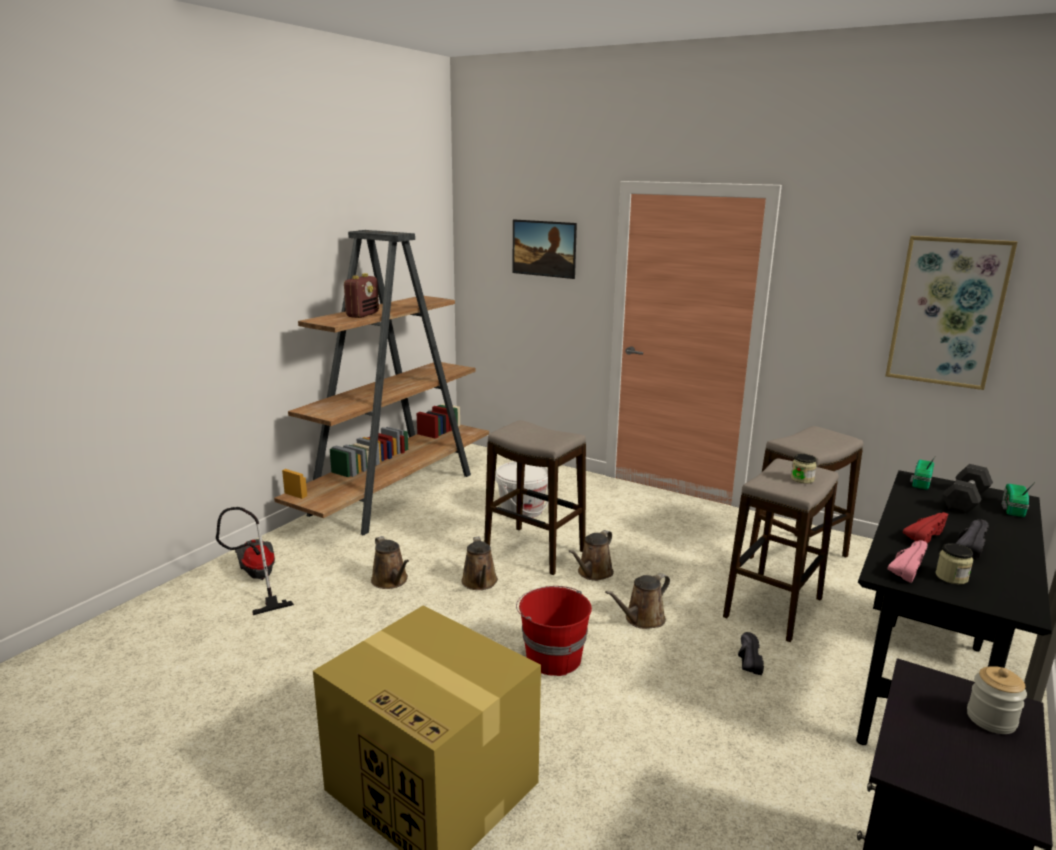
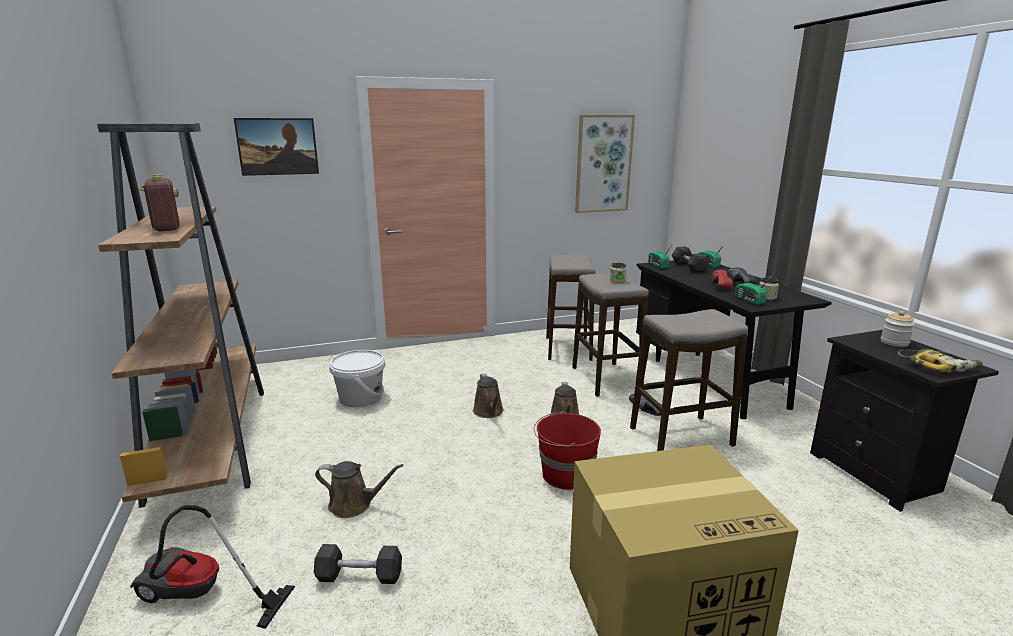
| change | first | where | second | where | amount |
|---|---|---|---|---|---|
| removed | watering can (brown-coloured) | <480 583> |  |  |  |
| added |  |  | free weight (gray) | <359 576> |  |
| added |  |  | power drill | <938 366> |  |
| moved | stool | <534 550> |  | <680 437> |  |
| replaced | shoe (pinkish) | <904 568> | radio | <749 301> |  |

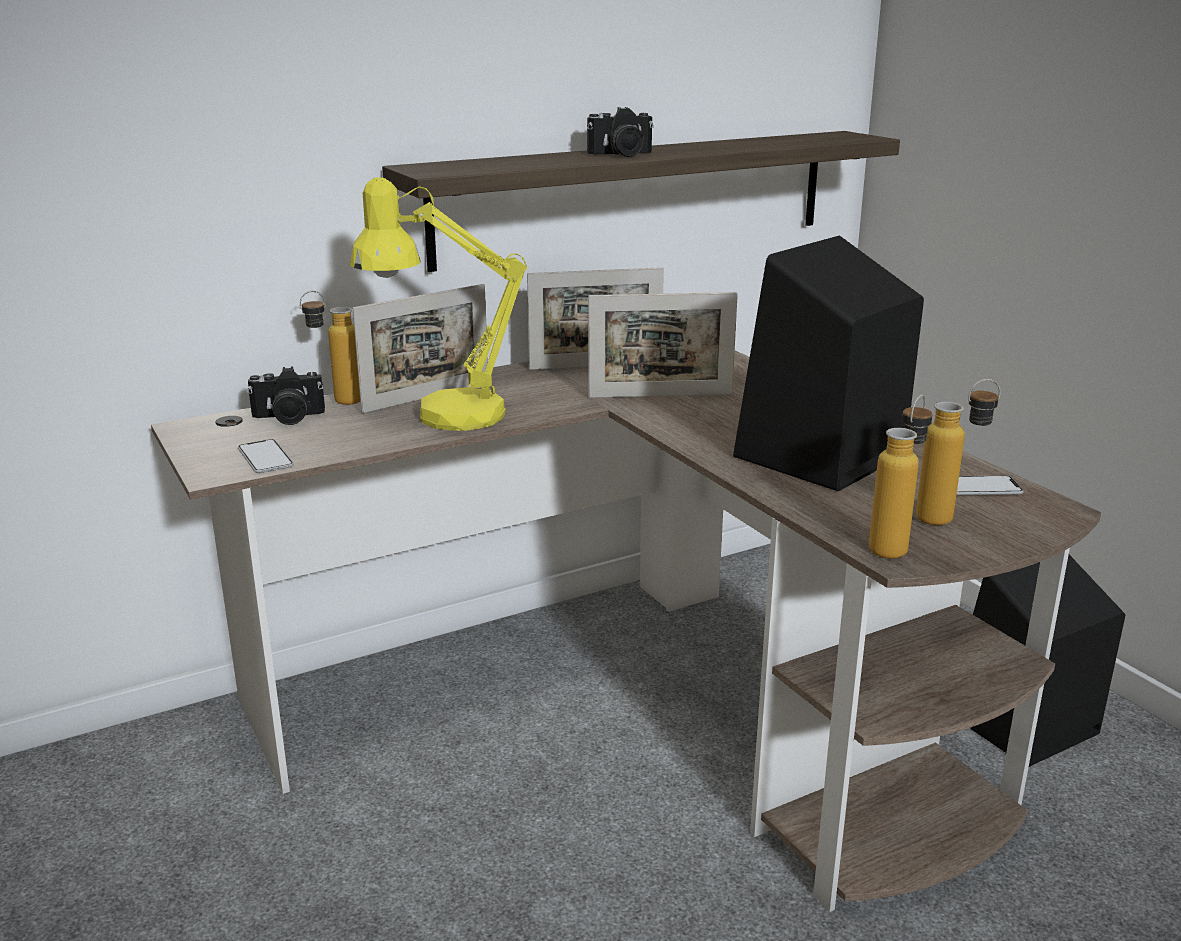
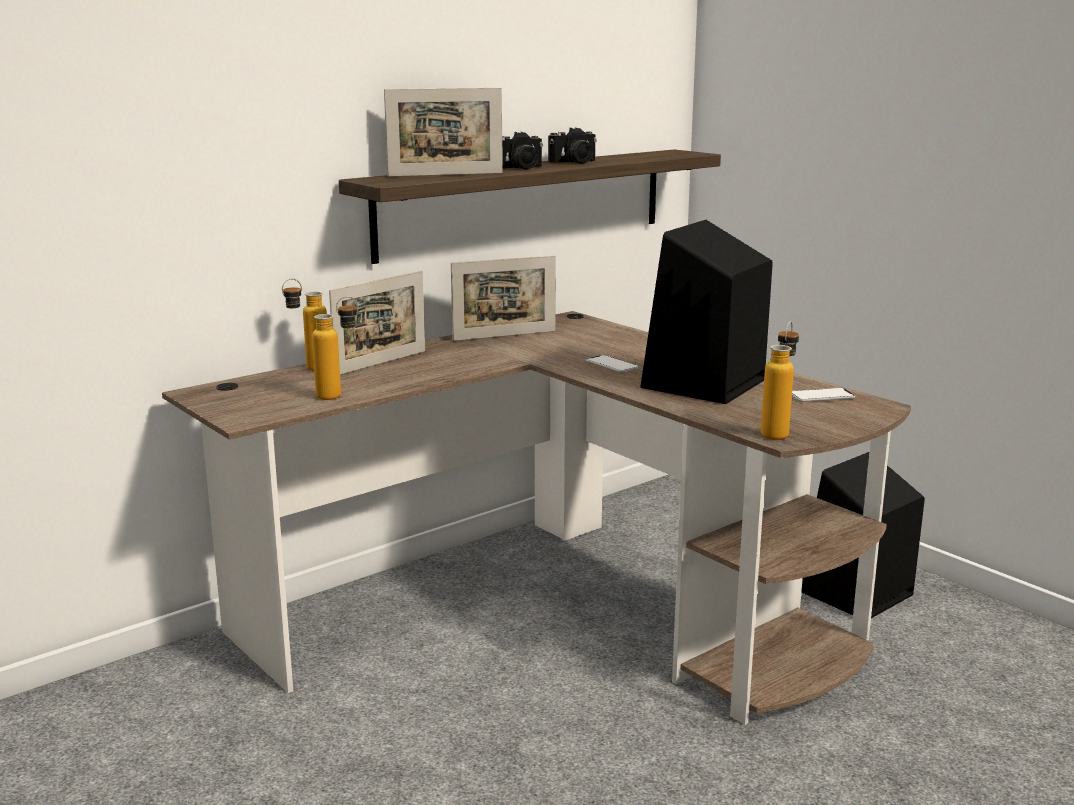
| change | first | where | second | where | amount |
|---|---|---|---|---|---|
| removed | table lamp (yellow) | <442 417> |  |  |  |
| moved | phone | <265 458> |  | <612 365> |  |
| moved | photo camera | <288 418> |  | <575 162> |  |
| moved | standing frame | <660 395> |  | <445 174> |  |
| moved | bottle | <948 518> |  | <339 396> |  |

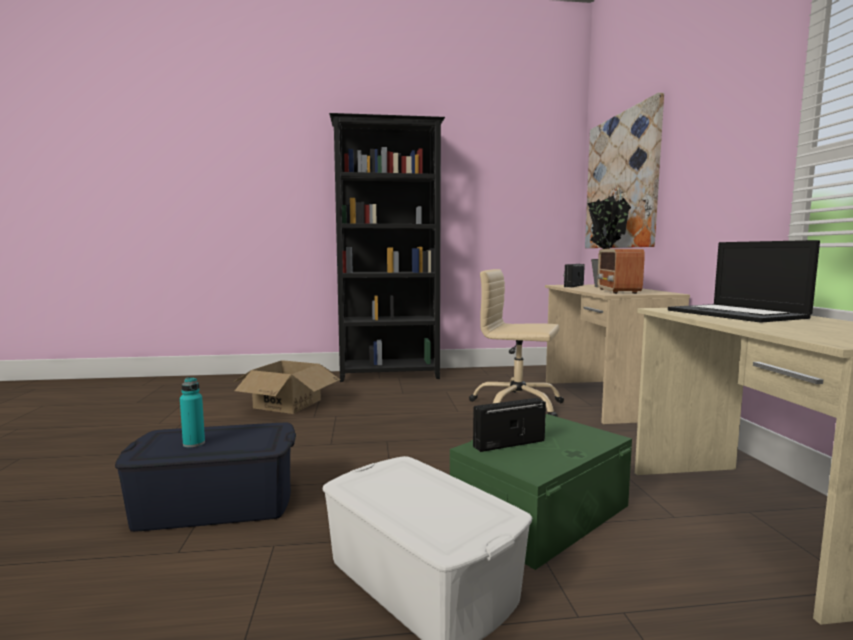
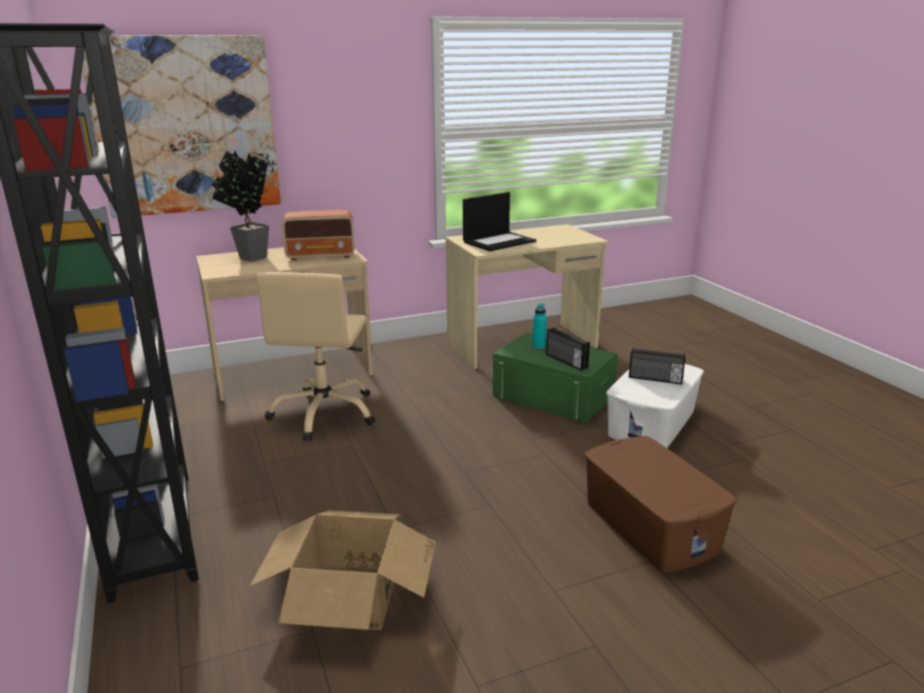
| change | first | where | second | where | amount |
|---|---|---|---|---|---|
| moved | bottle (turquoise) | <194 443> |  | <538 347> |  |
| moved | radio | <573 286> |  | <655 379> |  |
| recoloured | storage bin (bluish) | <216 505> | storage bin (brown-coloured) | <651 525> |  |

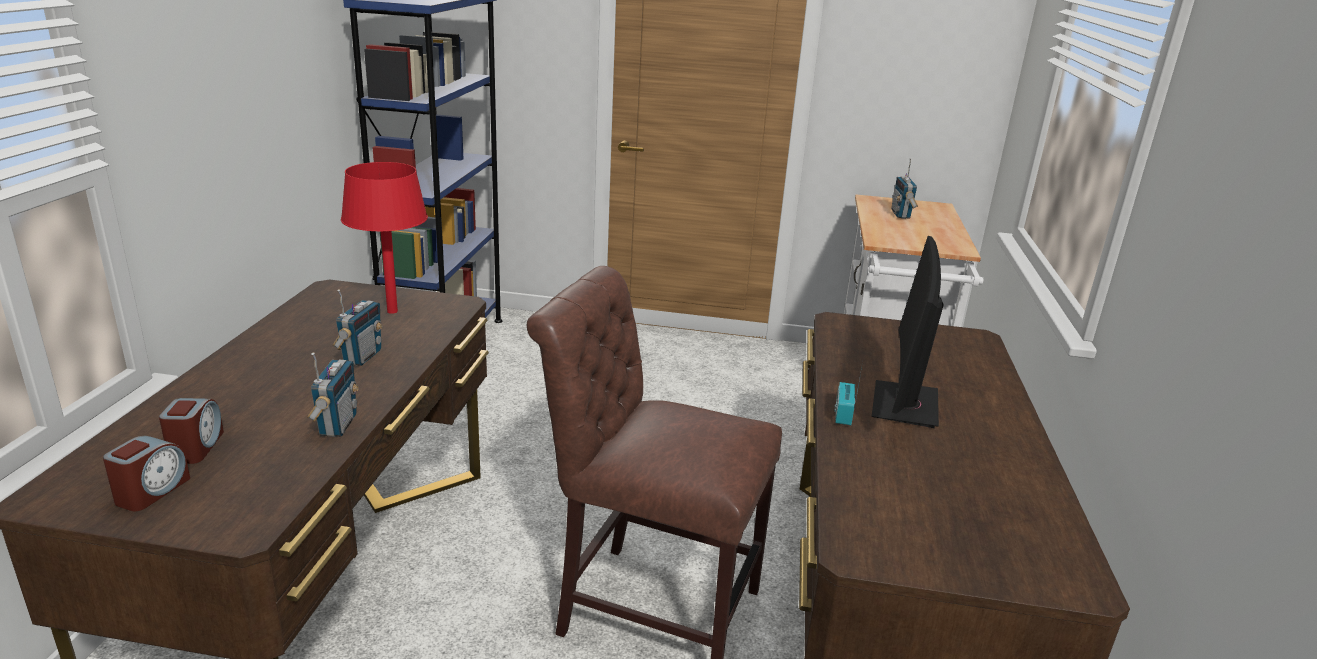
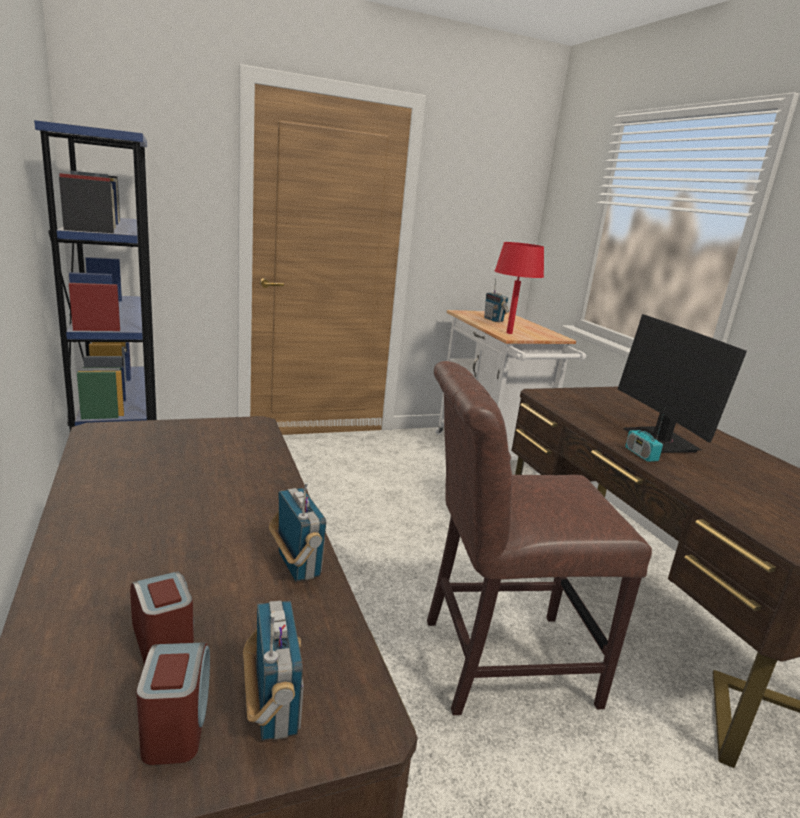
| change | first | where | second | where | amount |
|---|---|---|---|---|---|
| moved | radio | <362 357> |  | <273 709> |  |
| moved | table lamp (red-coloured) | <392 311> |  | <509 333> |  |

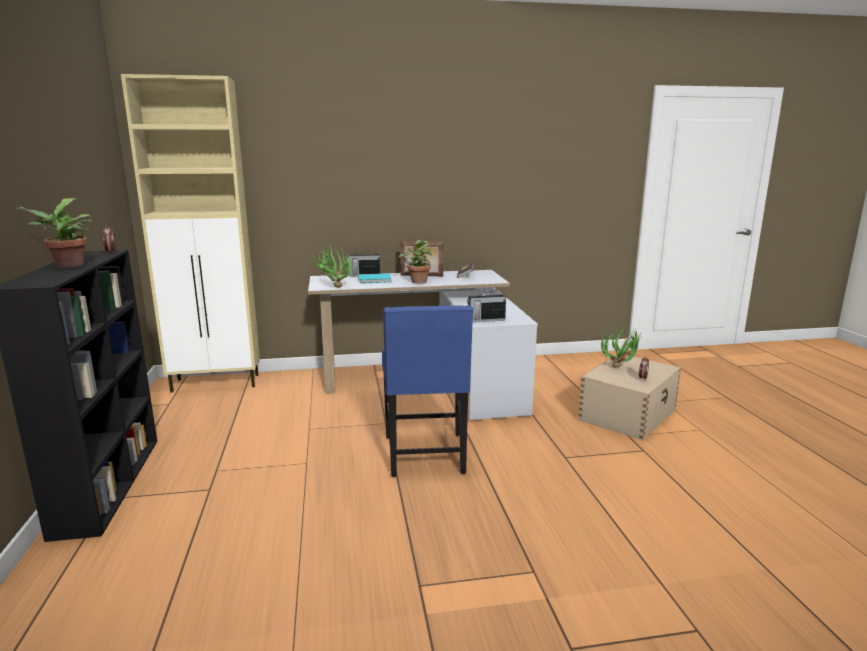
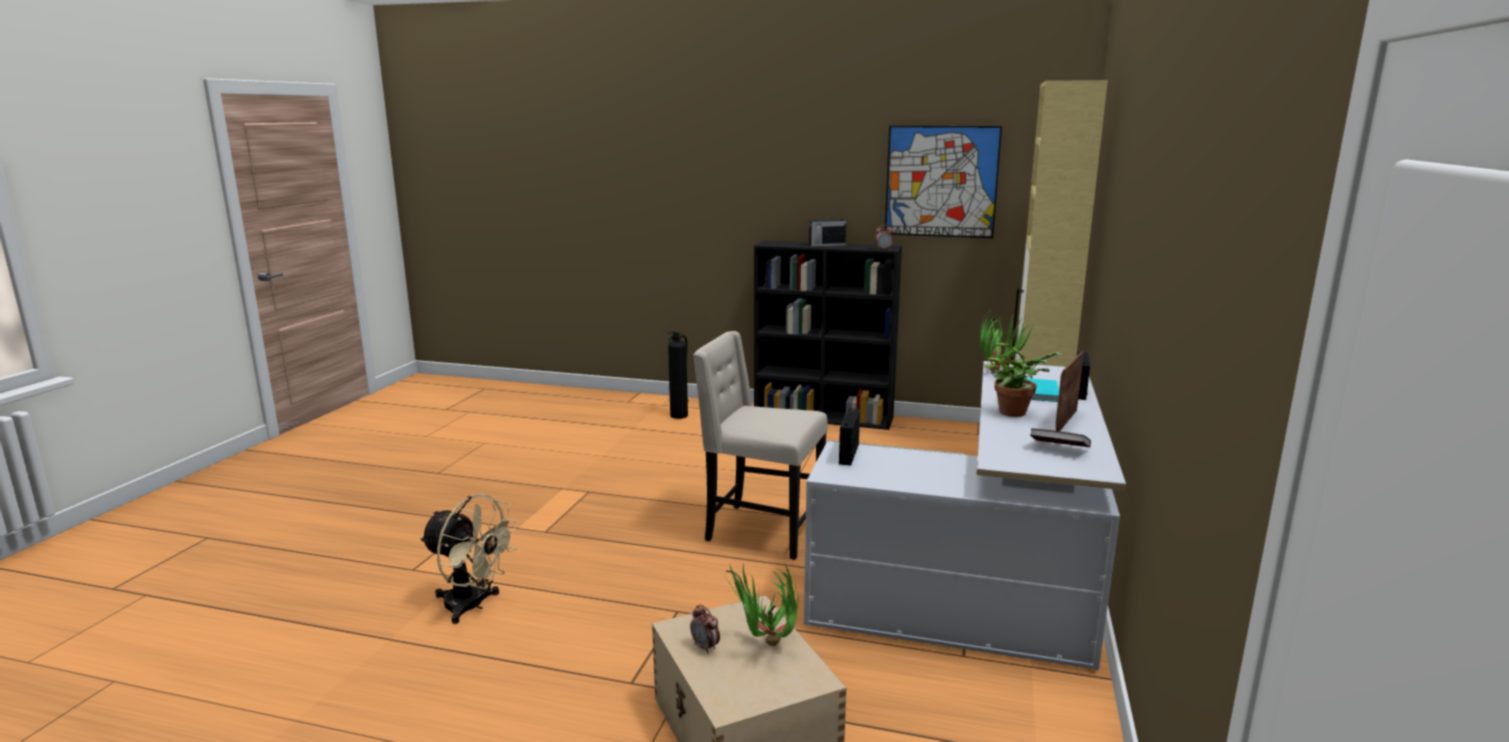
| change | first | where | second | where | amount |
|---|---|---|---|---|---|
| added |  |  | fan (beige-coloured) | <472 606> |  |
| added |  |  | fire extinguisher | <679 415> |  |
| added |  |  | wall picture | <941 182> |  |
| replaced | potted plant | <67 266> | radio | <826 245> |  |
| recoloured | upright chair (bluish) | <426 455> | upright chair (beige-coloured) | <761 530> |  |

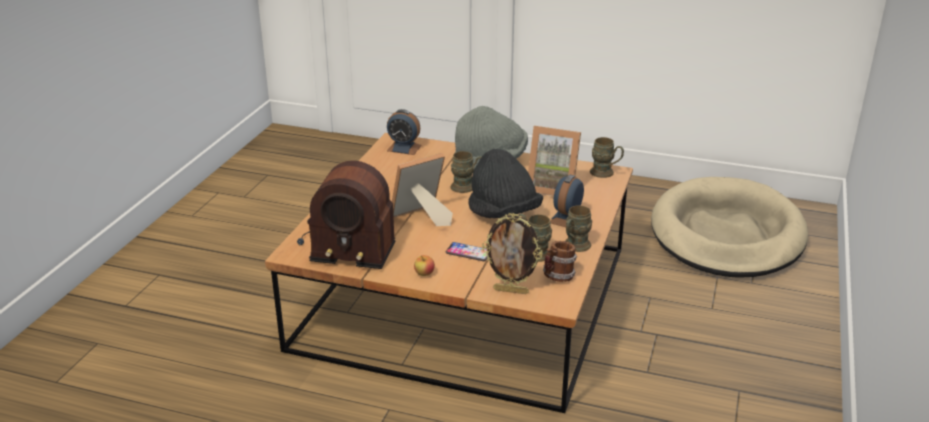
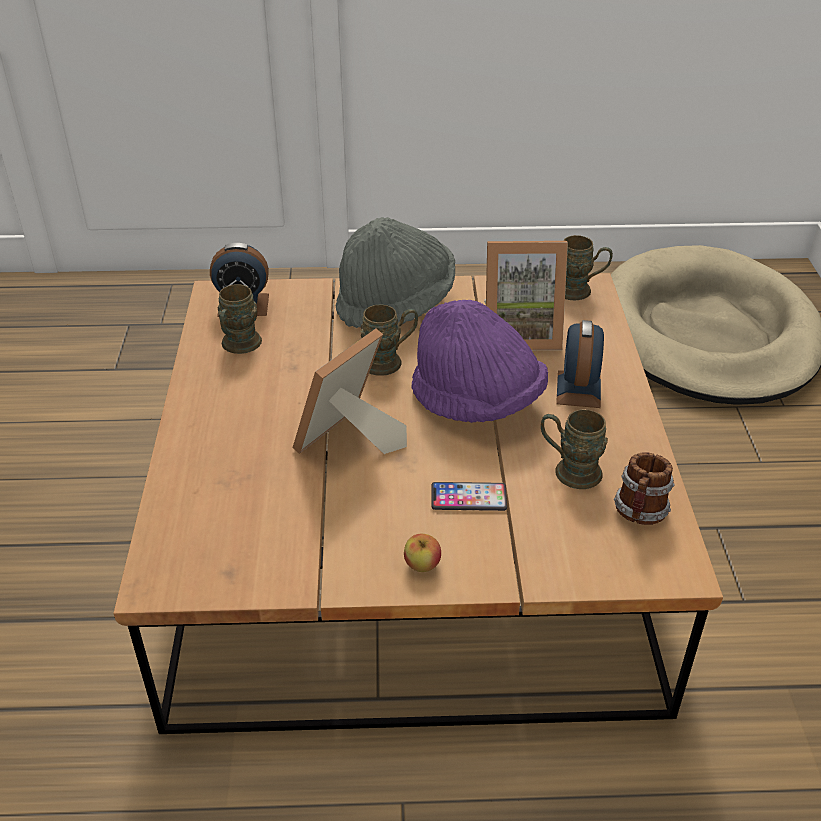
| change | first | where | second | where | amount |
|---|---|---|---|---|---|
| removed | radio | <346 242> |  |  |  |
| removed | standing frame | <511 290> |  |  |  |
| moved | tea mug (brown-coloured) | <574 247> |  | <238 346> |  |
| recoloured | hat (blackish) | <503 213> | hat (purplish) | <476 402> |  |

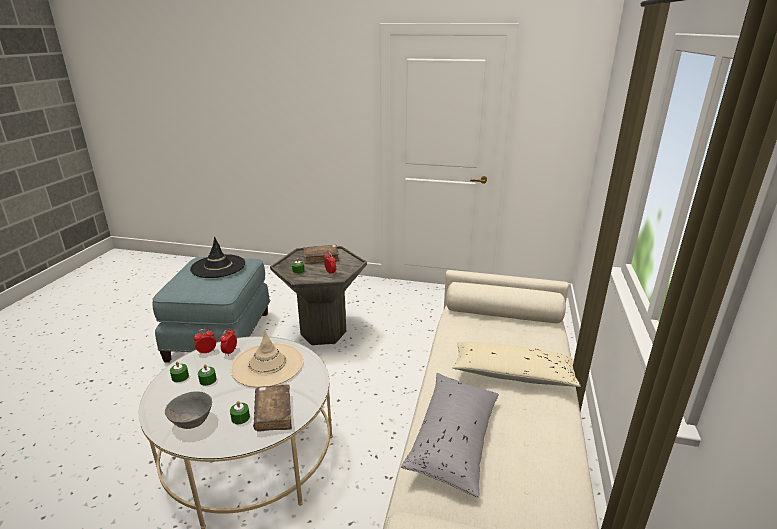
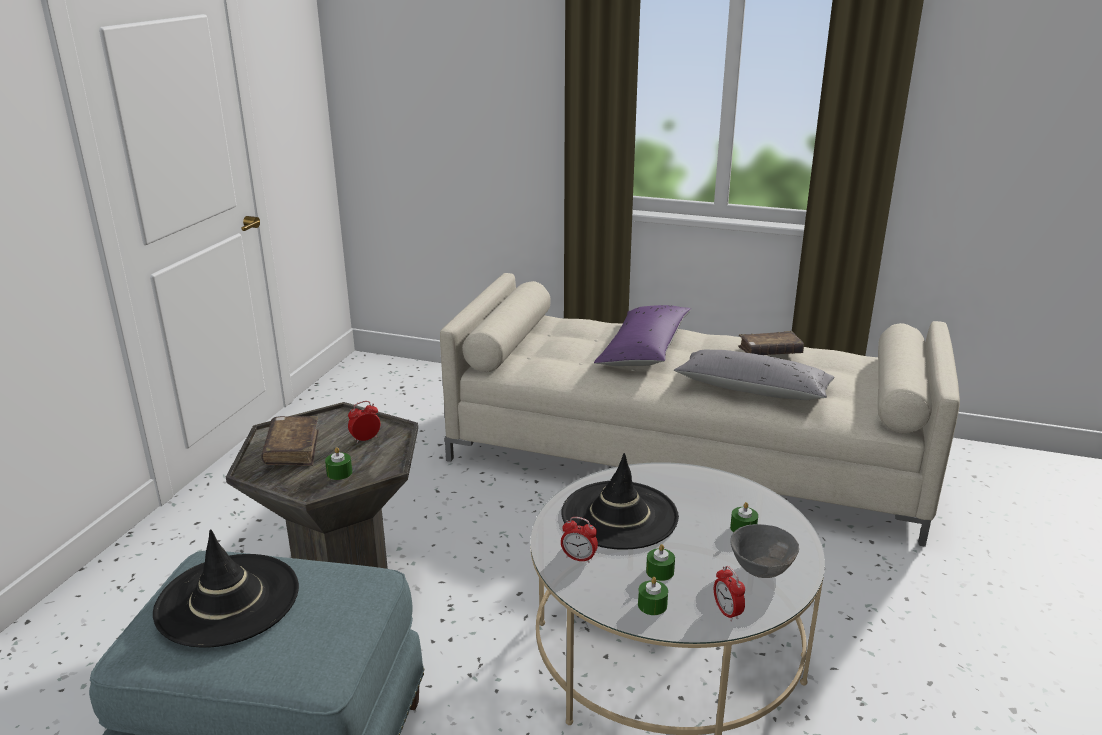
| change | first | where | second | where | amount |
|---|---|---|---|---|---|
| moved | bedside clock | <207 351> |  | <727 612> |  |
| moved | book (brown-coloured) | <273 413> |  | <769 352> |  |
| recoloured | hat (beige-coloured) | <267 365> | hat (blackish) | <619 515> |  |
| recoloured | throw pillow (beige-coloured) | <512 374> | throw pillow (purplish) | <644 349> |  |

